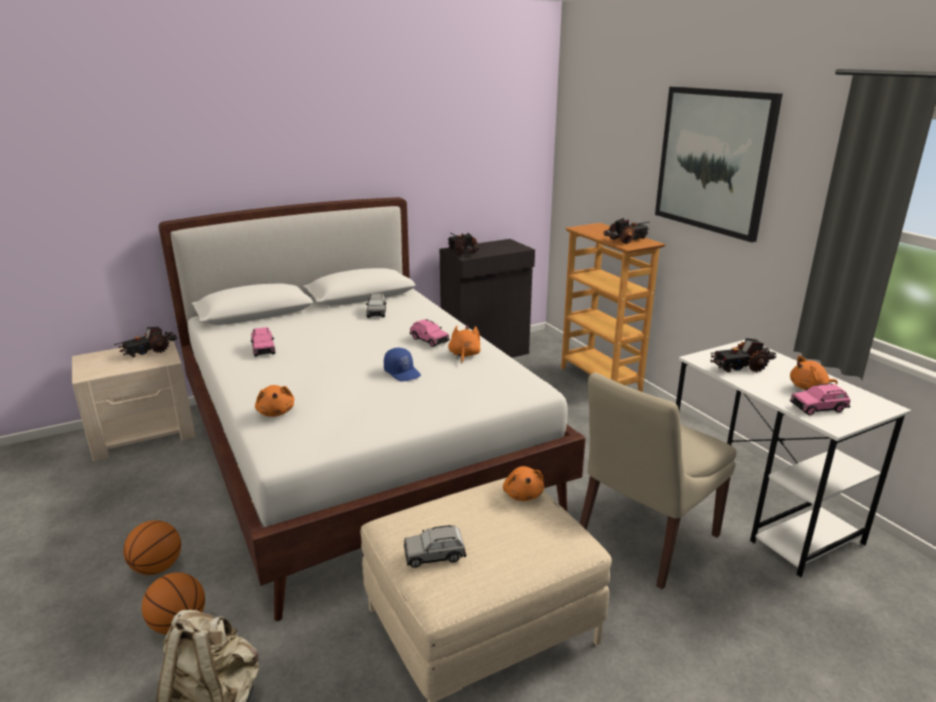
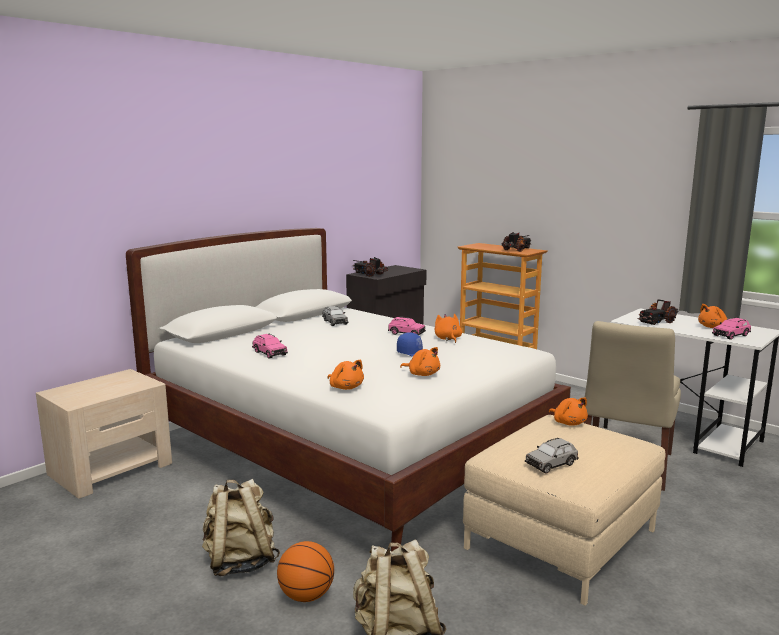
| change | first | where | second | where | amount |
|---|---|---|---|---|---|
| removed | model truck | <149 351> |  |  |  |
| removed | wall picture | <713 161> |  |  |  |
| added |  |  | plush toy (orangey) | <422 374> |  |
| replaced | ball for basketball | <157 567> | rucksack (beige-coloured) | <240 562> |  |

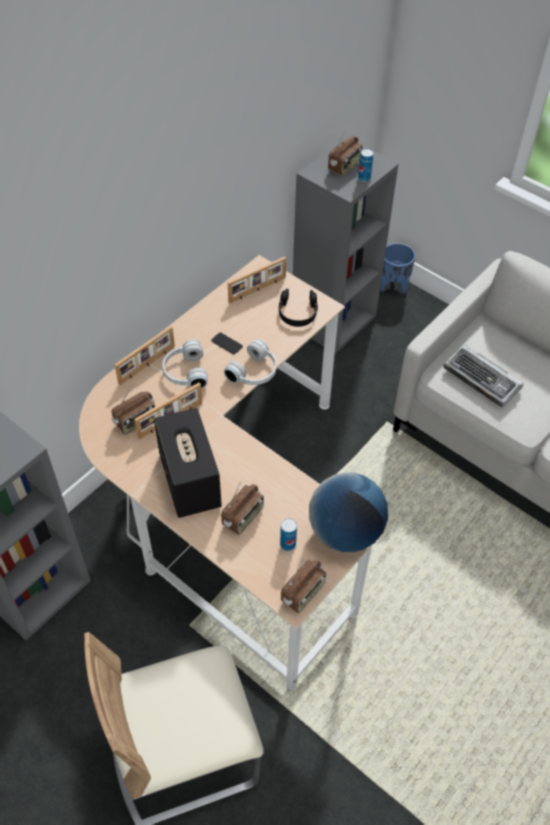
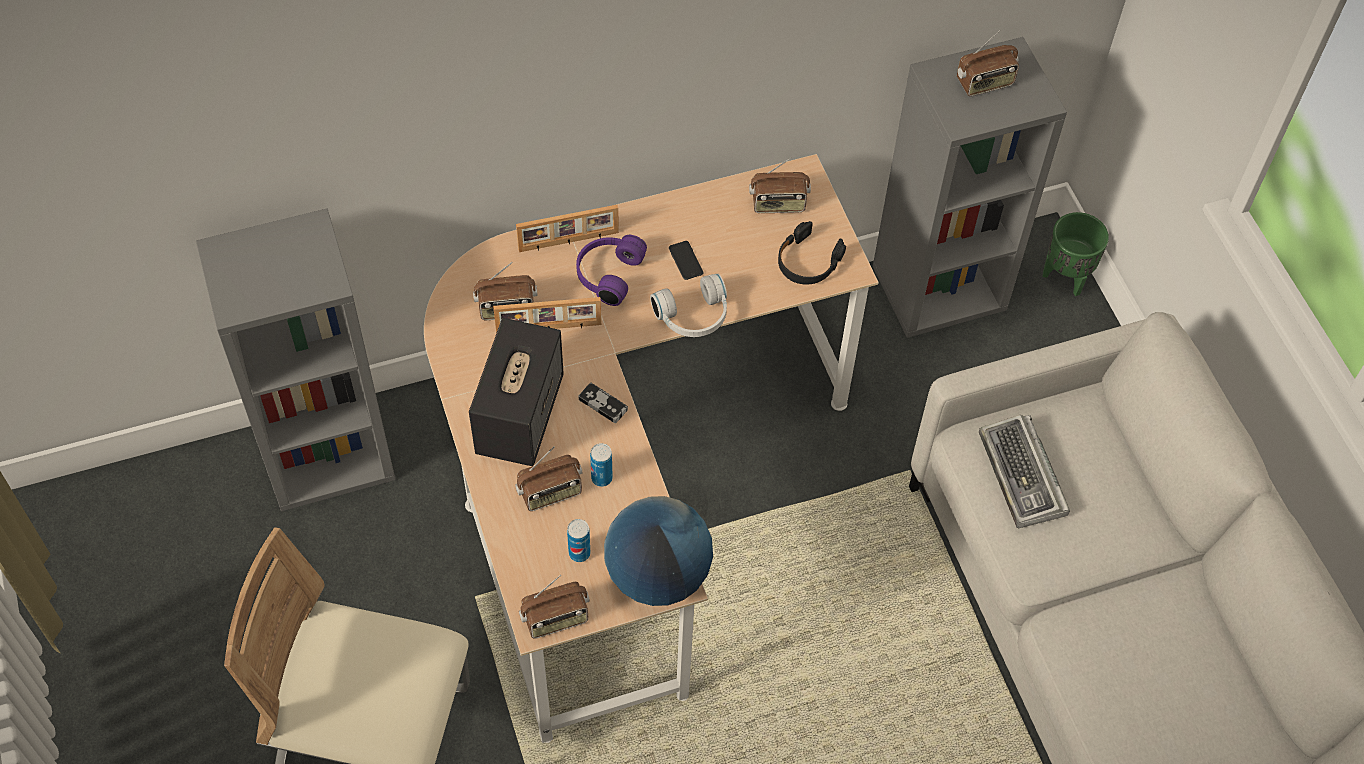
| change | first | where | second | where | amount |
|---|---|---|---|---|---|
| added |  |  | gamepad | <603 404> |  |
| moved | sealed can | <364 178> |  | <601 478> |  |
| replaced | standing frame | <258 290> | radio | <778 204> |  |
| recoloured | pair of headphones (whitish) | <184 372> | pair of headphones (purplish) | <607 274> |  |
| recoloured | flower pot (bluish) | <393 286> | flower pot (greenish) | <1066 277> |  |

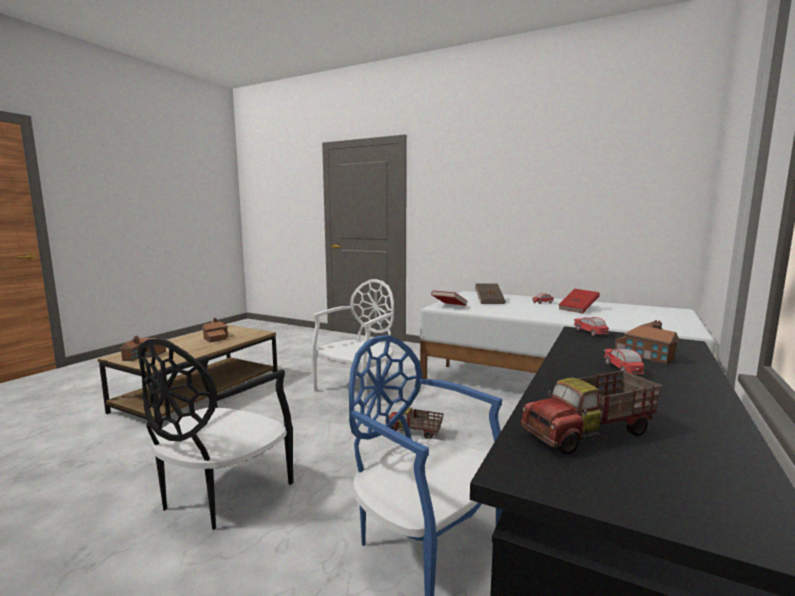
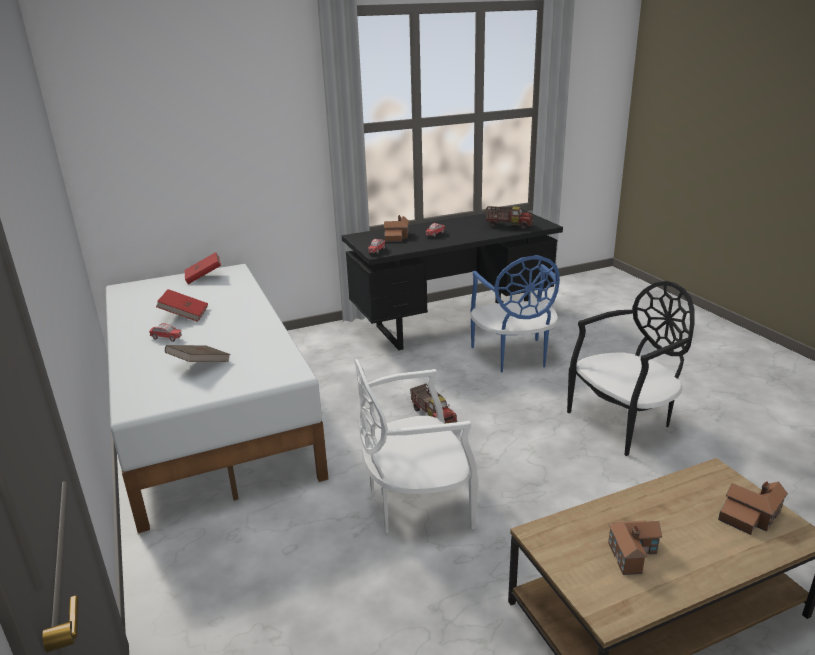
| change | first | where | second | where | amount |
|---|---|---|---|---|---|
| moved | book (red-coloured) | <449 306> |  | <204 277> |  |

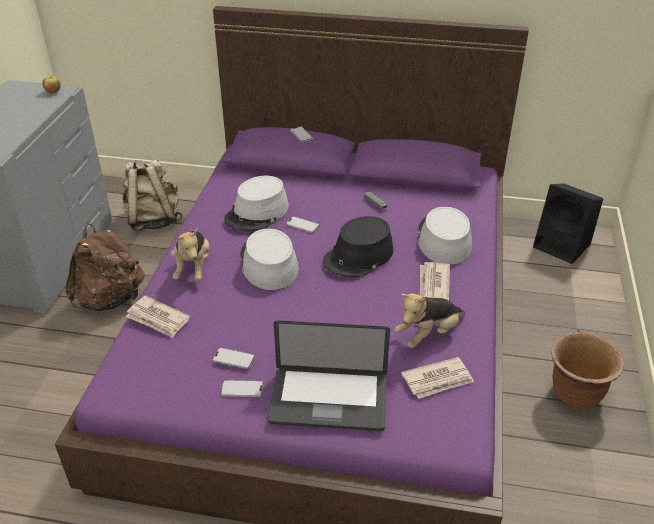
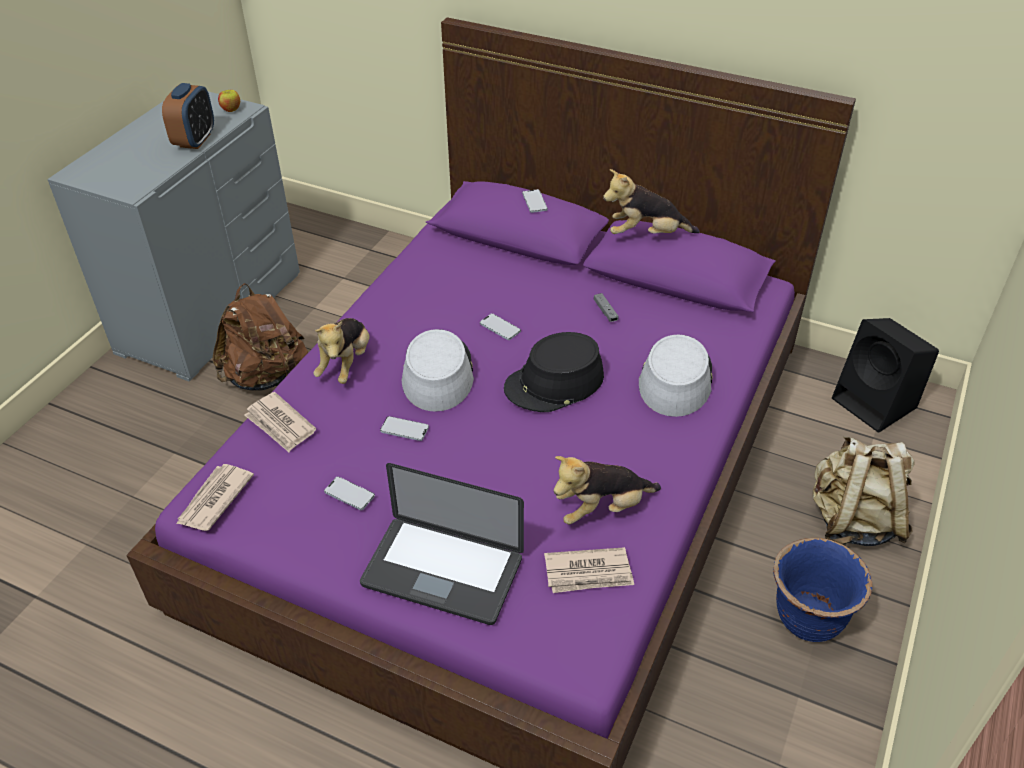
| change | first | where | second | where | amount |
|---|---|---|---|---|---|
| removed | hat (gray) | <257 213> |  |  |  |
| added |  |  | bedside clock | <195 140> |  |
| added |  |  | plush toy | <646 235> |  |
| moved | rucksack (beige-coloured) | <153 220> |  | <852 521> |  |
| moved | phone | <241 389> |  | <404 429> |  |
| moved | newspaper | <433 284> |  | <214 500> |  |
| recoloured | flower pot (brown-coloured) | <576 394> | flower pot (bluish) | <808 619> |  |

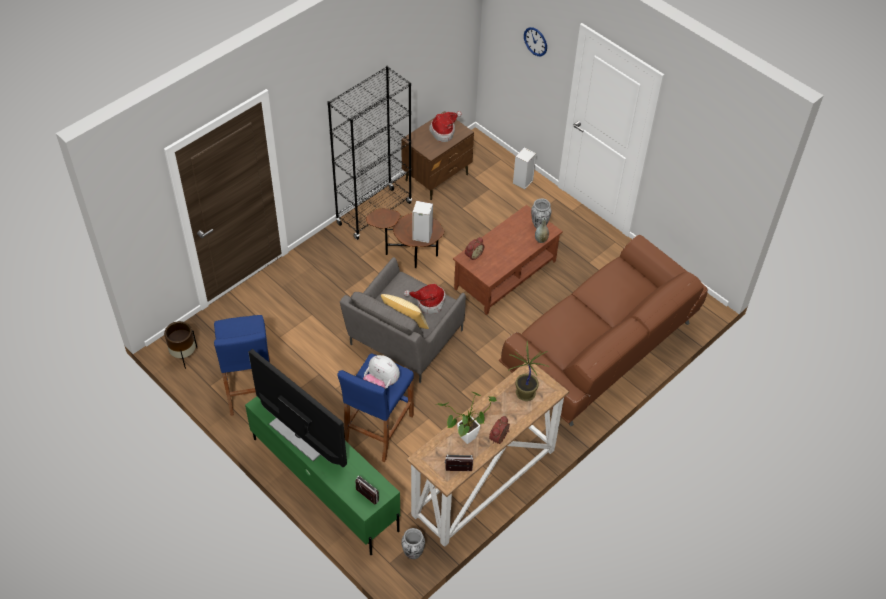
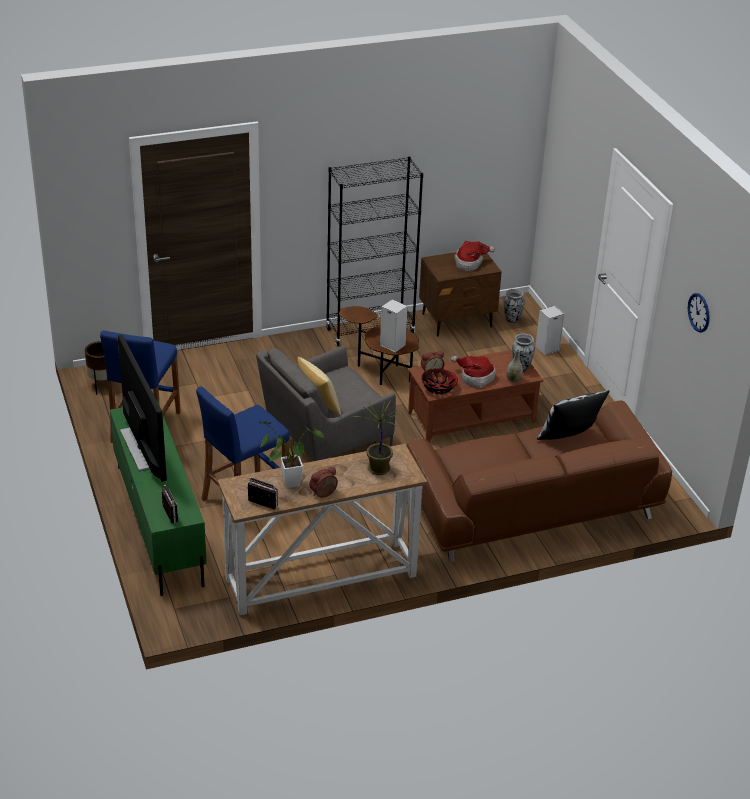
| change | first | where | second | where | amount |
|---|---|---|---|---|---|
| removed | plush toy | <381 384> |  |  |  |
| added |  |  | deep dish | <438 388> |  |
| added |  |  | throw pillow | <569 437> |  |
| moved | decorative vase | <413 553> |  | <512 320> |  |
| moved | hat | <428 302> |  | <475 377> |  |
| moved | clock on the wall | <535 41> |  | <699 312> |  |

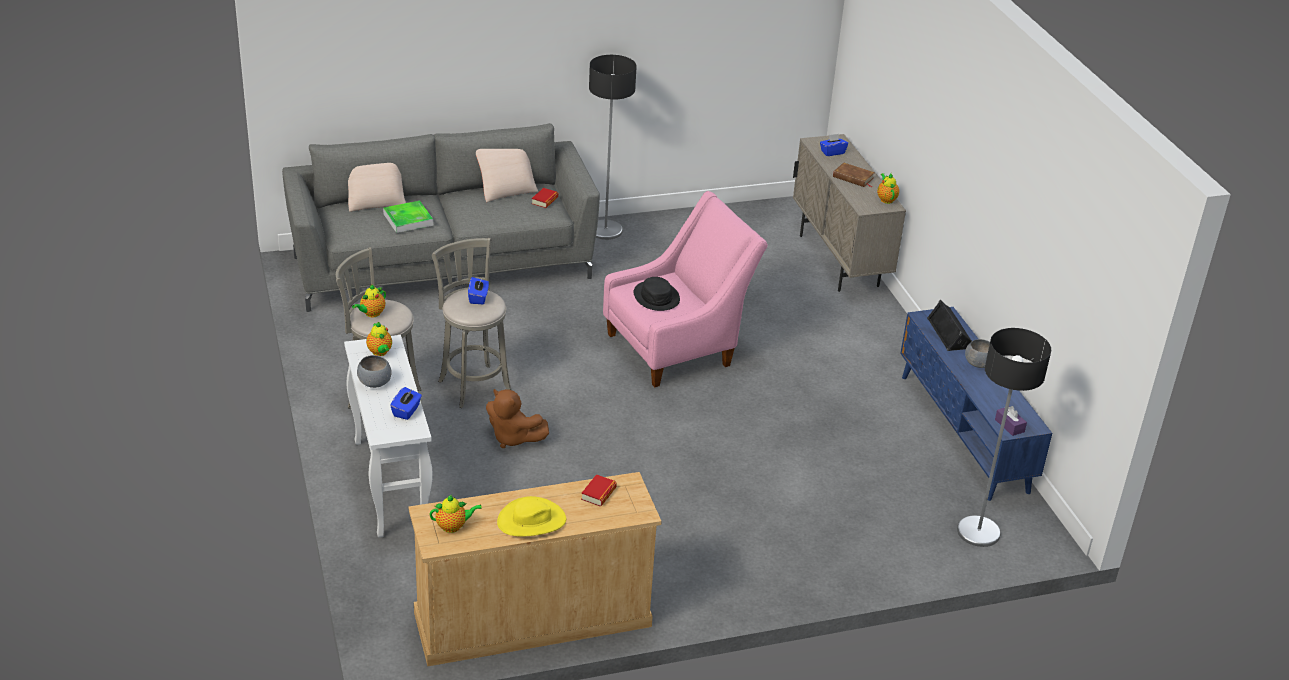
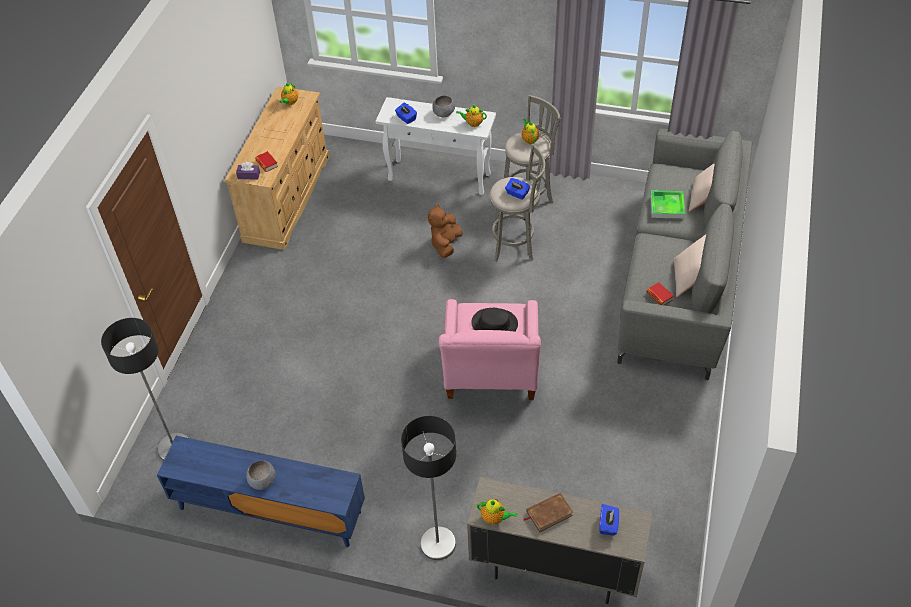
| change | first | where | second | where | amount |
|---|---|---|---|---|---|
| removed | hat (yellow) | <531 521> |  |  |  |
| removed | loudspeaker (blackish) | <949 333> |  |  |  |
| moved | floor lamp | <605 230> |  | <438 543> |  |
| moved | tissue box (purplish) | <1009 426> |  | <249 175> |  |
| turned | plush toy (brown-coloured) | <513 438> |  | <445 244> | 45 degrees counterclockwise |

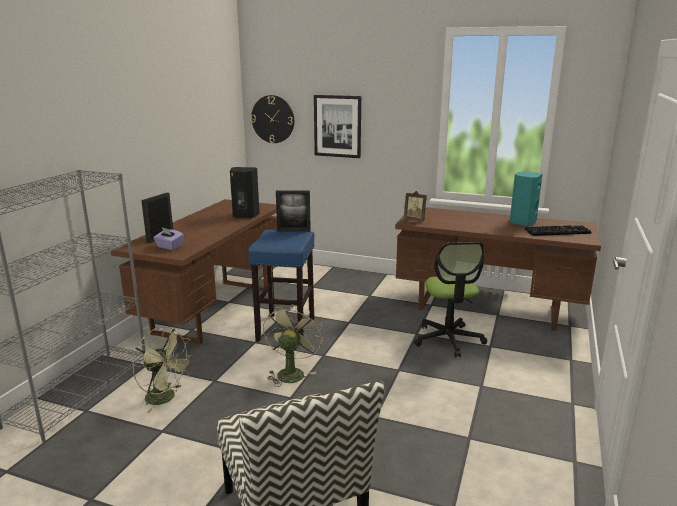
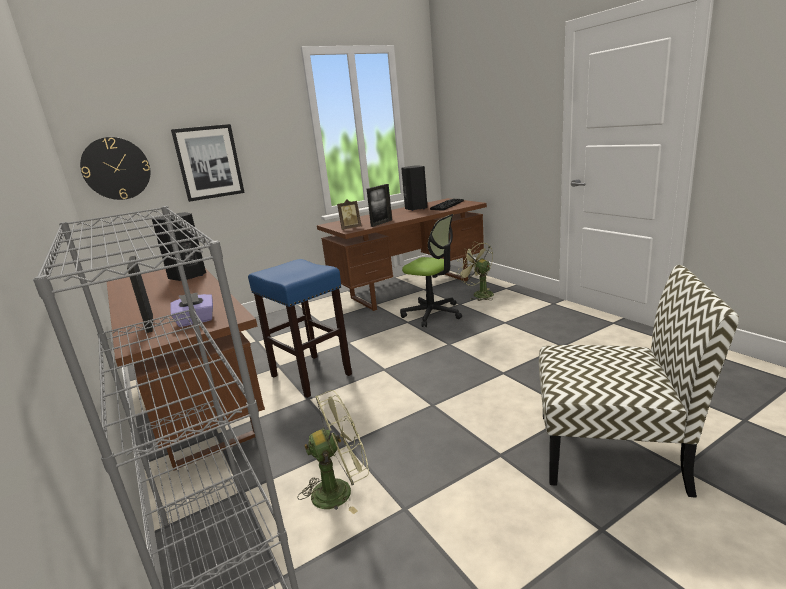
| change | first | where | second | where | amount |
|---|---|---|---|---|---|
| moved | fan (greenish) | <291 372> |  | <478 294> |  |
| moved | standing frame | <293 231> |  | <381 223> |  |
| recoloured | loudspeaker (turquoise) | <522 222> | loudspeaker (blackish) | <415 209> |  |

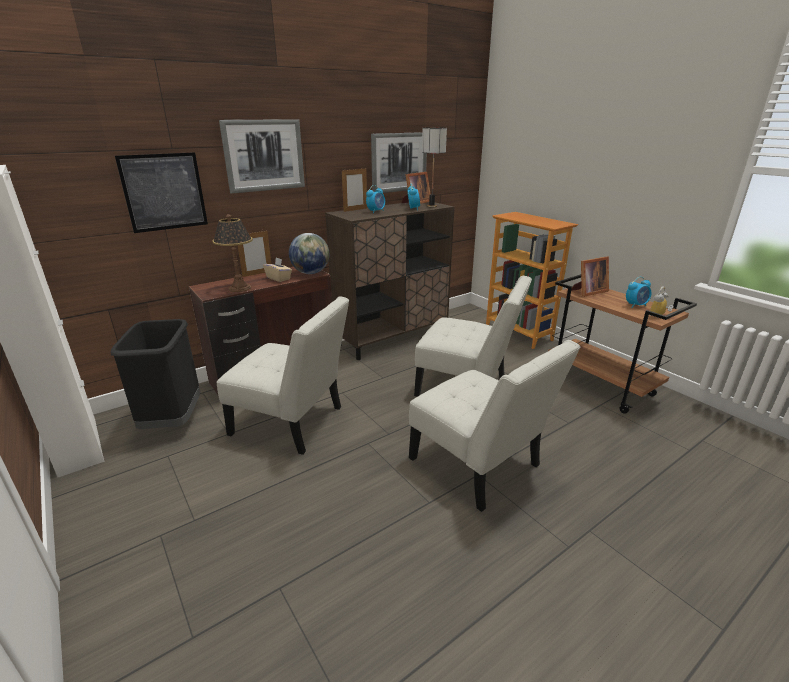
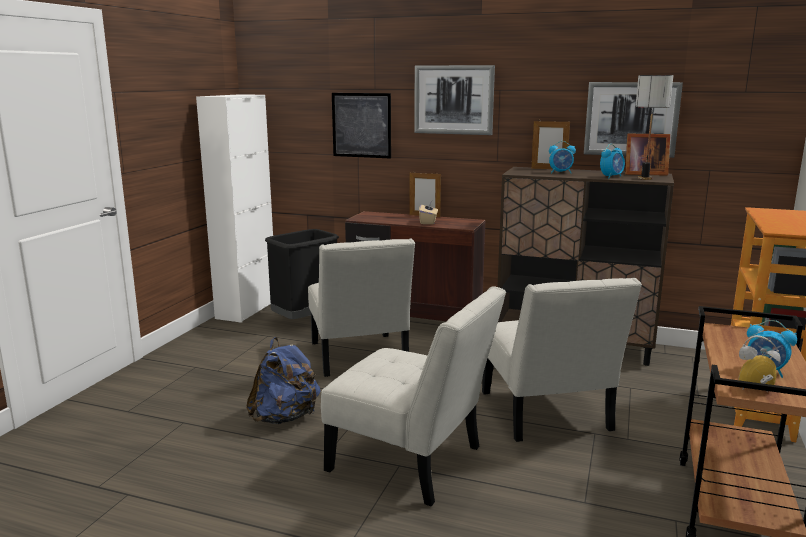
| change | first | where | second | where | amount |
|---|---|---|---|---|---|
| removed | table lamp | <240 288> |  |  |  |
| removed | globe | <311 273> |  |  |  |
| removed | standing frame | <588 292> |  |  |  |
| added |  |  | rucksack (bluish) | <285 417> |  |
| turned | upright chair (whitish) | <479 466> |  | <412 462> | 75 degrees counterclockwise |

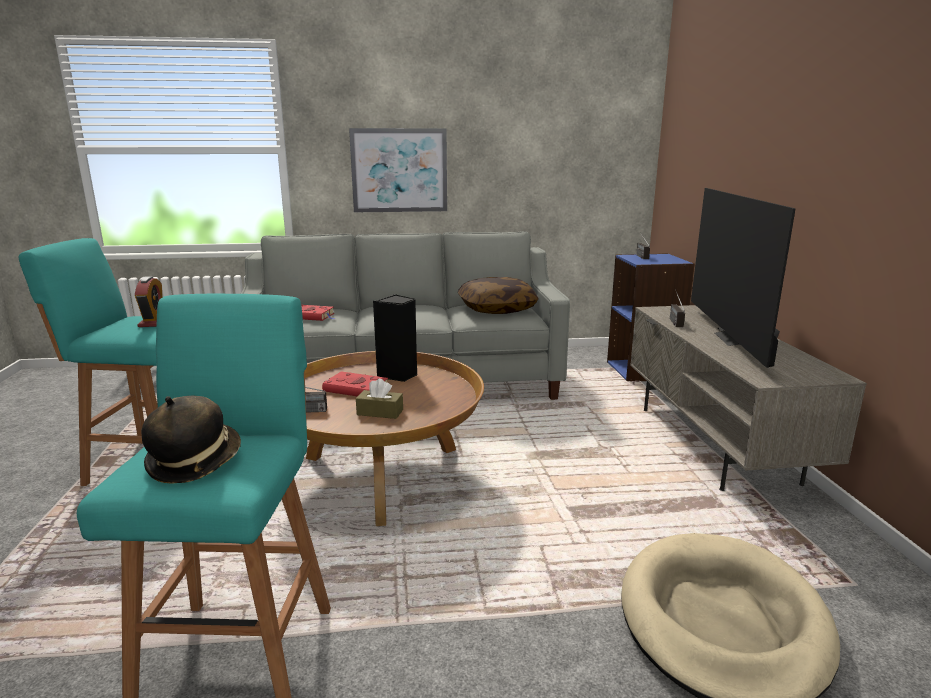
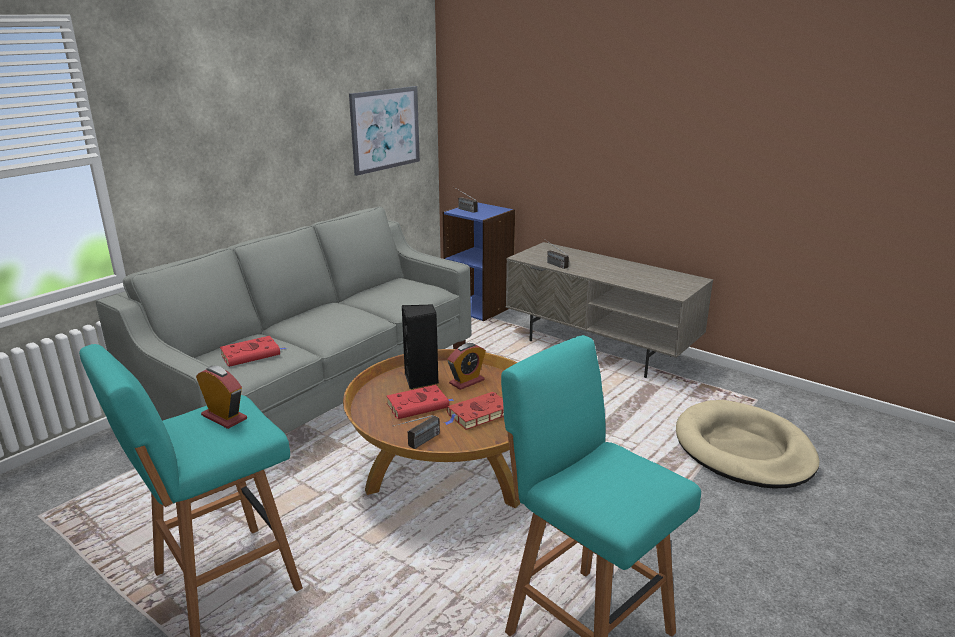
| change | first | where | second | where | amount |
|---|---|---|---|---|---|
| removed | hat | <194 462> |  |  |  |
| removed | throw pillow | <497 309> |  |  |  |
| removed | TV set | <735 339> |  |  |  |
| added |  |  | bedside clock | <467 382> |  |
| moved | wall picture | <399 170> |  | <385 129> |  |
| replaced | tissue box (brown-coloured) | <380 412> | book (red-coloured) | <478 414> |  |

